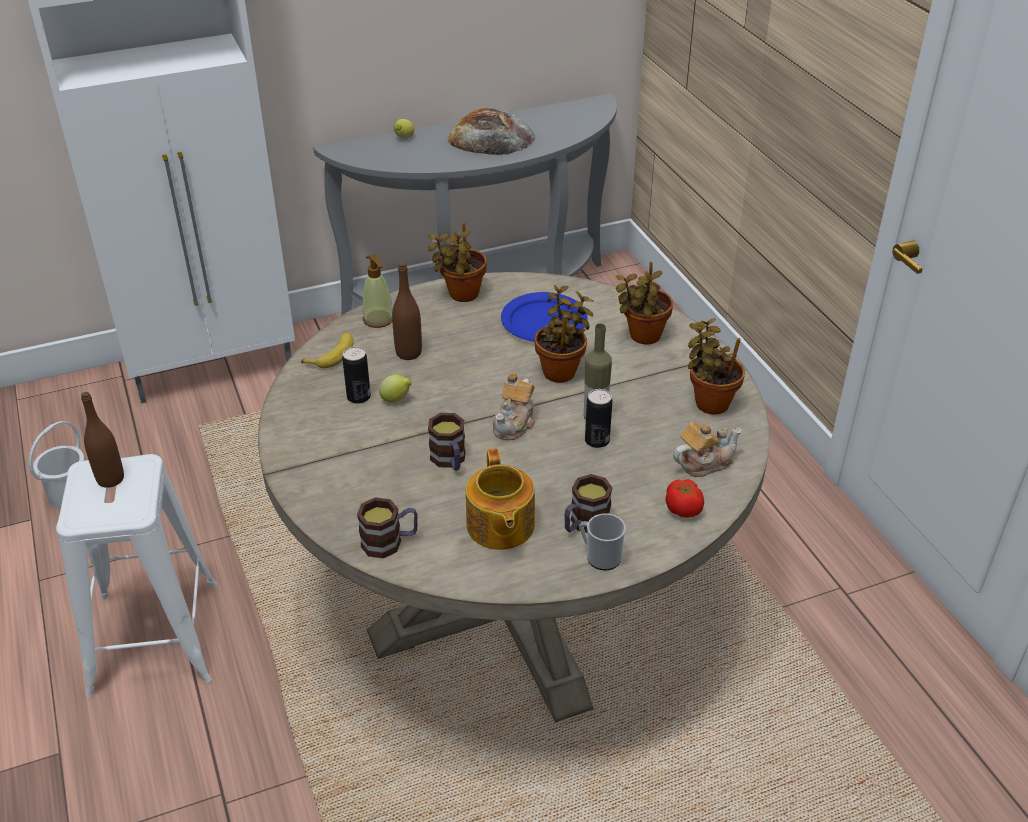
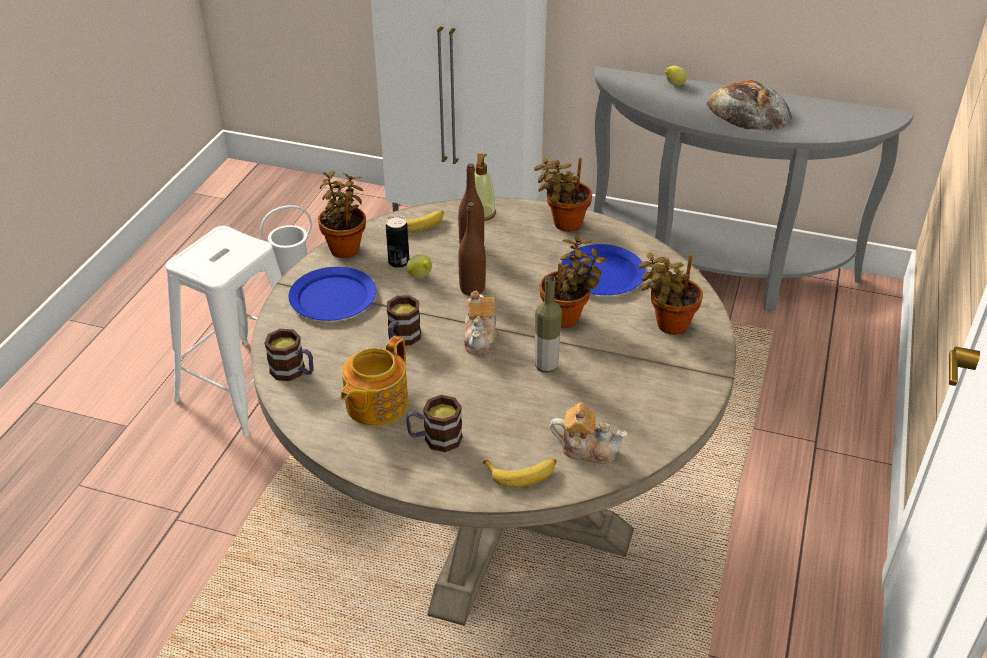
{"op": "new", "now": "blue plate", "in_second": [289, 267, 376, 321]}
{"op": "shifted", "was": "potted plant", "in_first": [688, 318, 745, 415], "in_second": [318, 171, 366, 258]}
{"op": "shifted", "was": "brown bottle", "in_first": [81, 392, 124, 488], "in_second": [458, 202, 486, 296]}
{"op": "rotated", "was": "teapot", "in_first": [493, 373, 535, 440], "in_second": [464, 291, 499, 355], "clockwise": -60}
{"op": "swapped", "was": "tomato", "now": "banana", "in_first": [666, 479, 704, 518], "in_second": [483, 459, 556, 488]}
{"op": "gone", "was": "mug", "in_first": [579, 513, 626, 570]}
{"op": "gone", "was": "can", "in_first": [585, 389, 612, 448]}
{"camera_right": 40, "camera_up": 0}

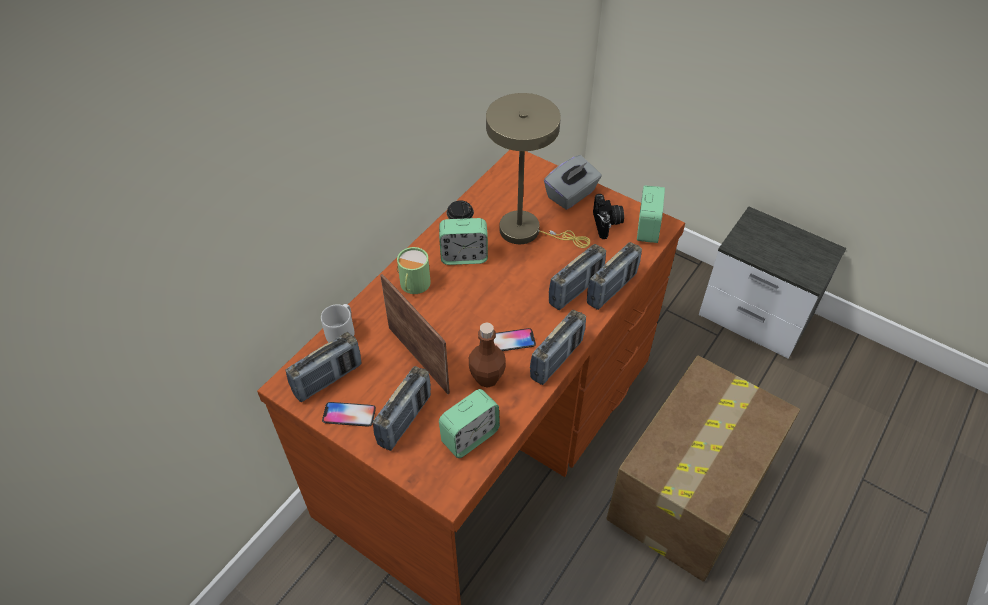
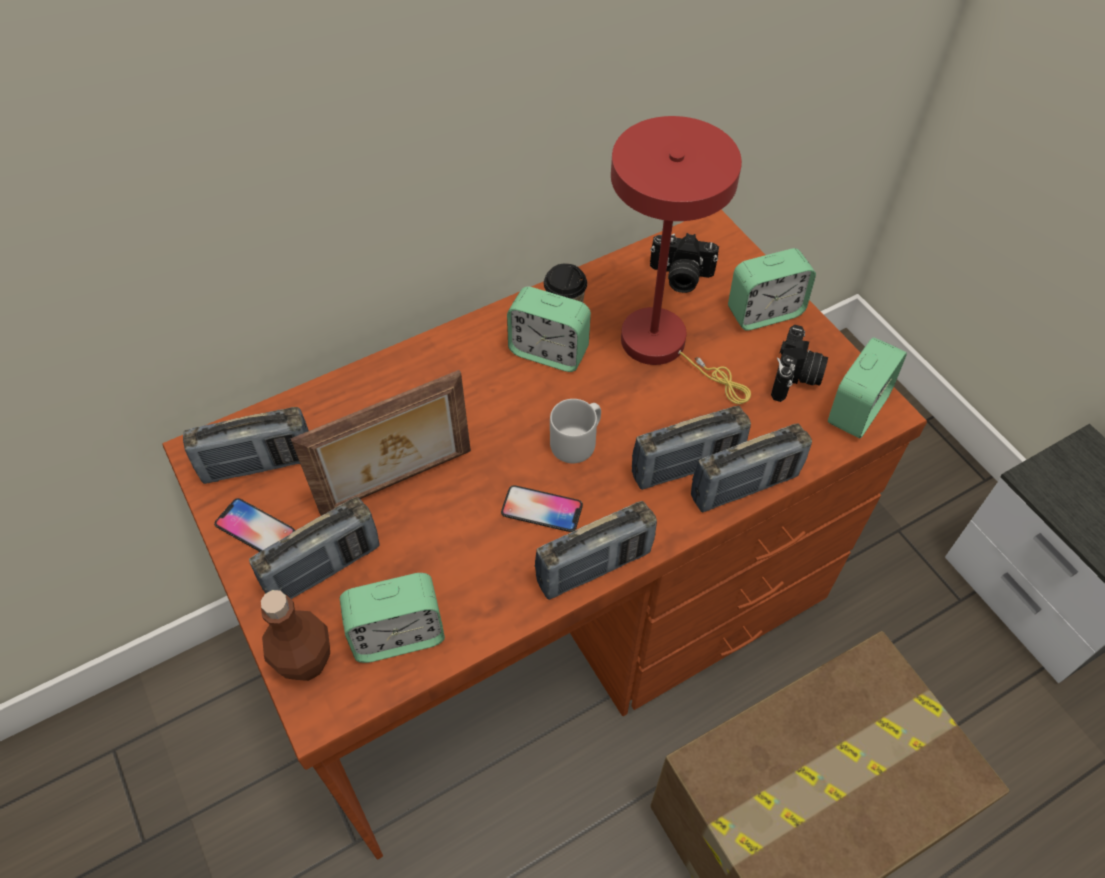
{"op": "shifted", "was": "brown bottle", "in_first": [469, 322, 506, 388], "in_second": [261, 590, 330, 681]}
{"op": "rotated", "was": "picture frame", "in_first": [380, 274, 450, 394], "in_second": [291, 370, 471, 516], "clockwise": 75}
{"op": "shifted", "was": "grey mug", "in_first": [321, 304, 354, 342], "in_second": [550, 399, 601, 463]}
{"op": "repainted", "was": "beige table lamp", "now": "red table lamp", "in_first": [486, 93, 590, 248], "in_second": [611, 116, 751, 404]}
{"op": "new", "now": "photo camera", "in_second": [650, 233, 719, 293]}
{"op": "swapped", "was": "grey tissue box", "now": "alarm clock", "in_first": [544, 155, 602, 210], "in_second": [728, 248, 816, 331]}
{"op": "gone", "was": "green mug", "in_first": [397, 247, 431, 294]}
{"camera_right": 25, "camera_up": 5}

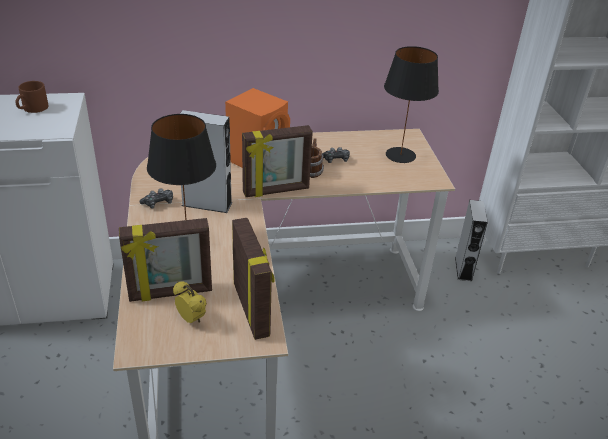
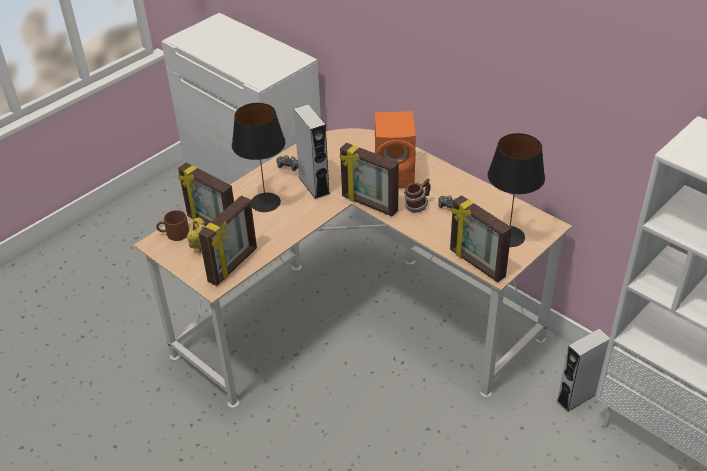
{"op": "shifted", "was": "brown mug", "in_first": [16, 81, 49, 113], "in_second": [156, 210, 189, 241]}
{"op": "new", "now": "picture frame", "in_second": [450, 195, 512, 282]}
{"camera_right": 55, "camera_up": 5}

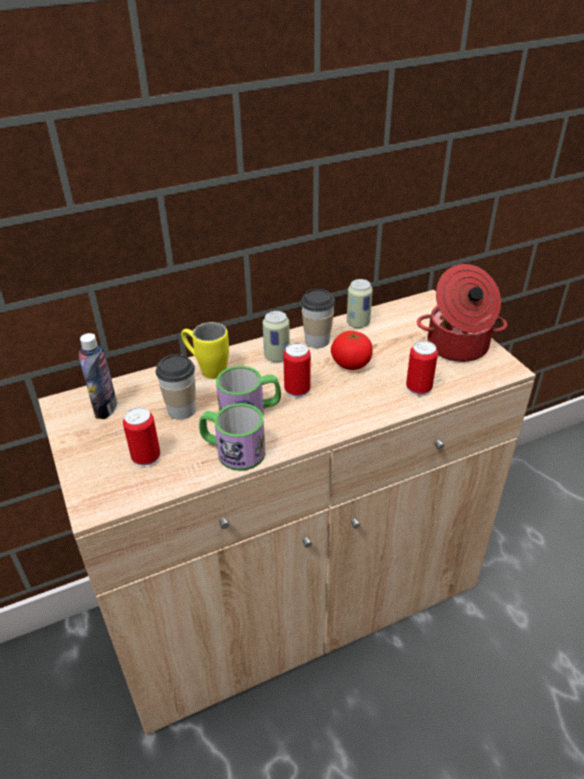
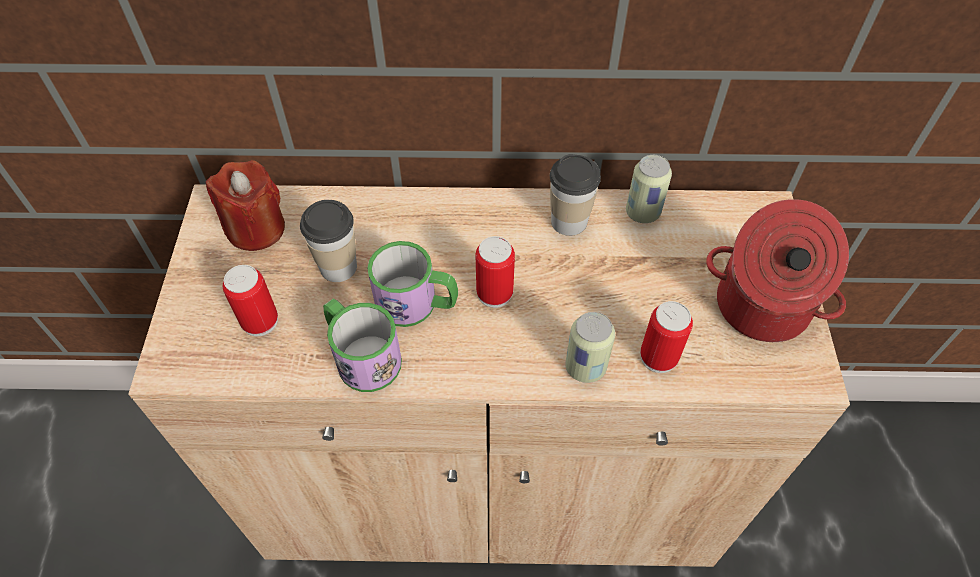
{"op": "swapped", "was": "bottle", "now": "red candle", "in_first": [79, 333, 117, 419], "in_second": [206, 160, 285, 251]}
{"op": "shifted", "was": "can", "in_first": [263, 311, 290, 362], "in_second": [565, 312, 615, 383]}
{"op": "gone", "was": "yellow mug", "in_first": [181, 322, 229, 379]}
{"op": "gone", "was": "tomato", "in_first": [331, 331, 373, 370]}
{"camera_right": 25, "camera_up": 15}

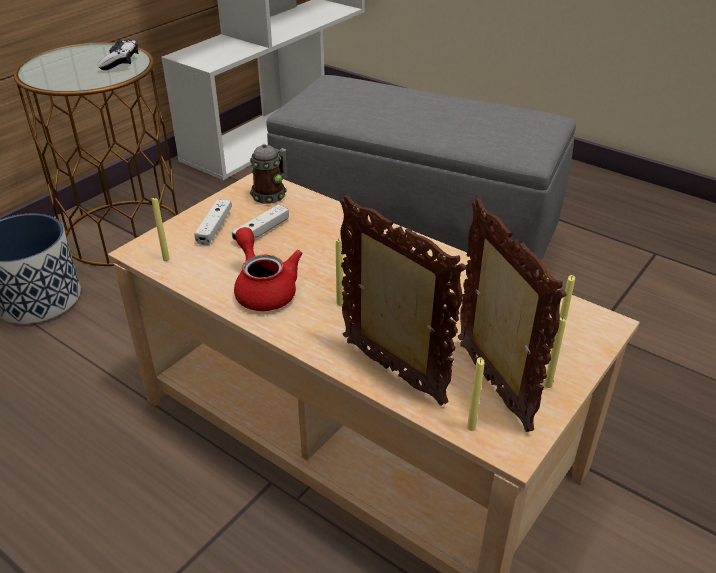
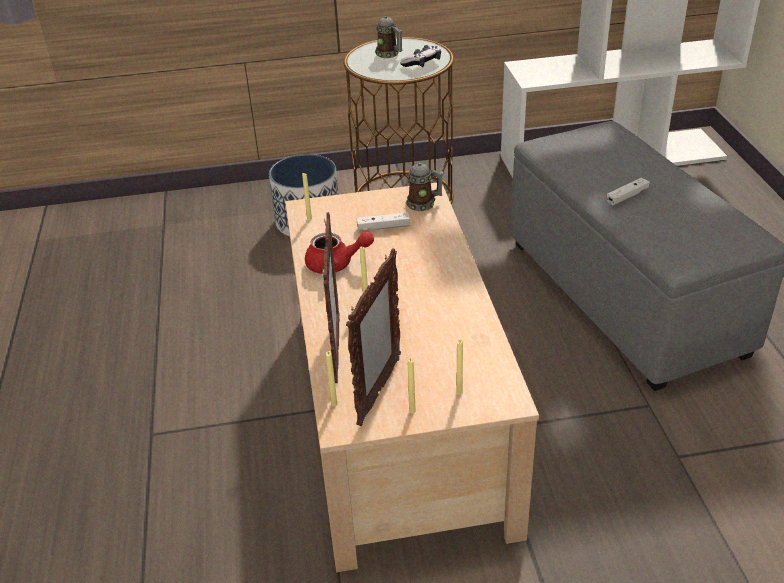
{"op": "rotated", "was": "red teapot", "in_first": [234, 227, 302, 311], "in_second": [305, 232, 374, 274], "clockwise": 75}
{"op": "new", "now": "mug", "in_second": [375, 16, 402, 58]}
{"op": "shifted", "was": "white game controller", "in_first": [194, 199, 232, 245], "in_second": [606, 177, 650, 206]}
{"camera_right": 45, "camera_up": 0}

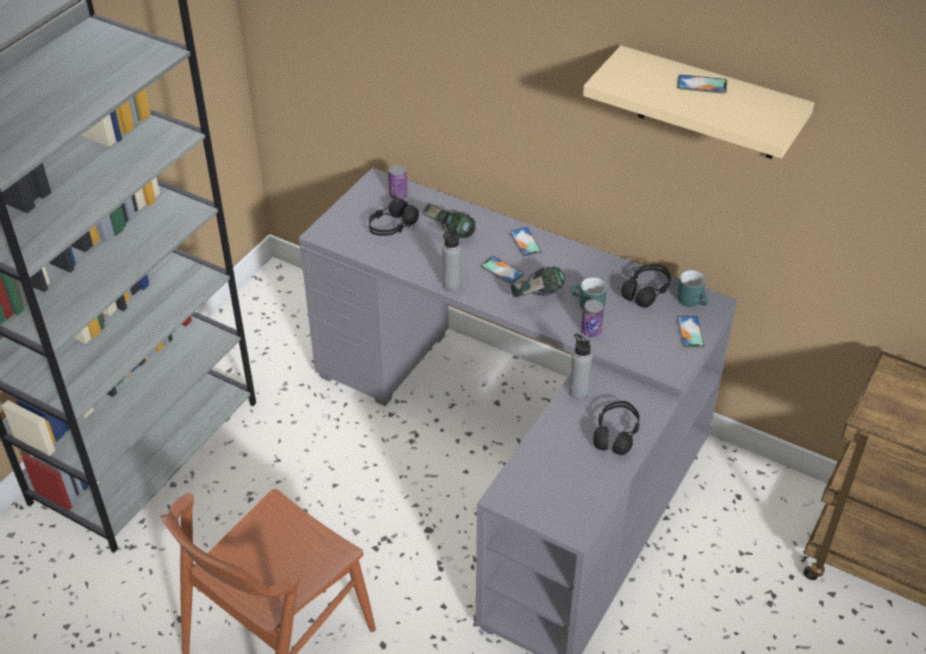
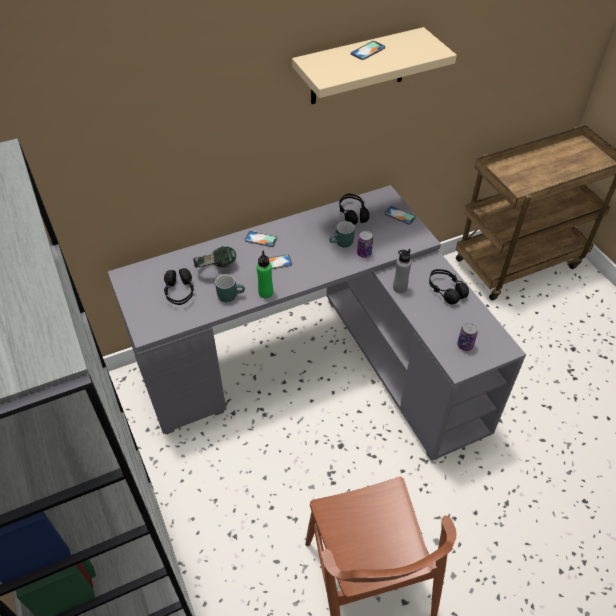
{"op": "shifted", "was": "turquoise mug", "in_first": [677, 270, 709, 307], "in_second": [215, 274, 245, 302]}
{"op": "repainted", "was": "grey bottle", "now": "green bottle", "in_first": [442, 228, 462, 292], "in_second": [256, 251, 273, 298]}
{"op": "shifted", "was": "can", "in_first": [388, 165, 408, 199], "in_second": [457, 323, 478, 351]}
{"op": "gone", "was": "headphones", "in_first": [511, 266, 565, 297]}
{"camera_right": -55, "camera_up": 5}

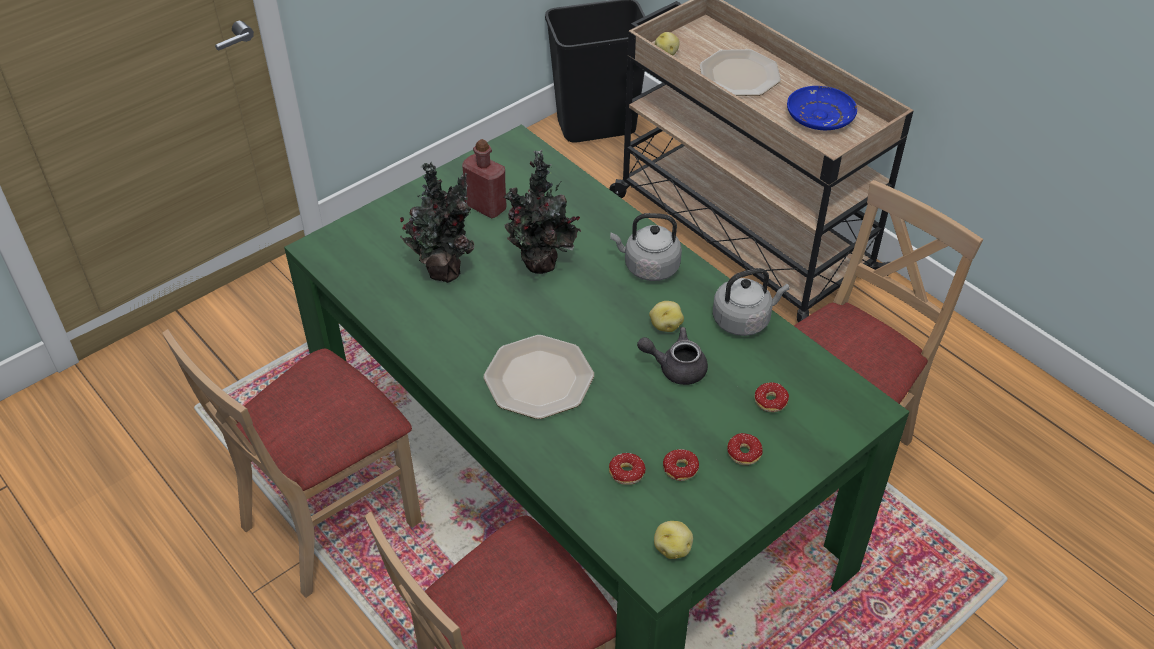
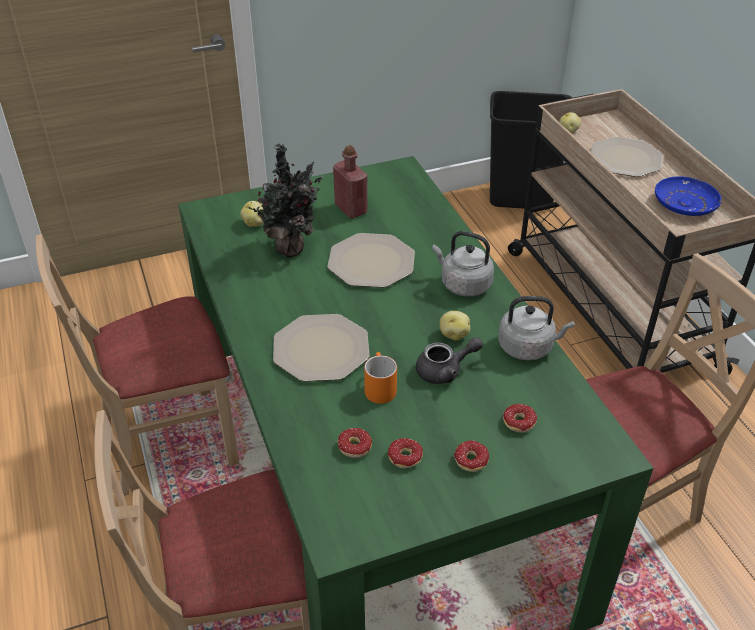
{"op": "shifted", "was": "potato", "in_first": [654, 521, 693, 559], "in_second": [240, 201, 264, 227]}
{"op": "swapped", "was": "potted plant", "now": "plate", "in_first": [504, 150, 581, 274], "in_second": [327, 233, 415, 288]}
{"op": "new", "now": "orange mug", "in_second": [364, 352, 397, 404]}
{"op": "rotated", "was": "grey teapot", "in_first": [637, 327, 708, 385], "in_second": [416, 337, 483, 384], "clockwise": 135}
{"camera_right": 20, "camera_up": -5}

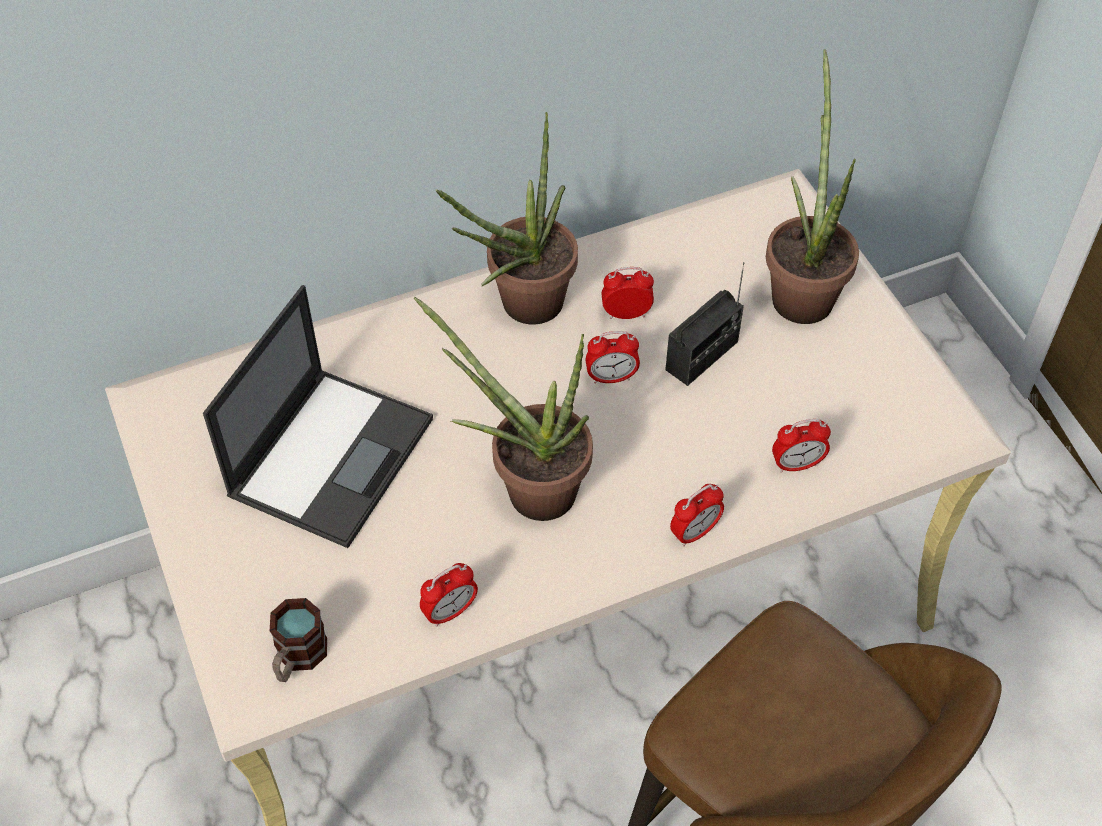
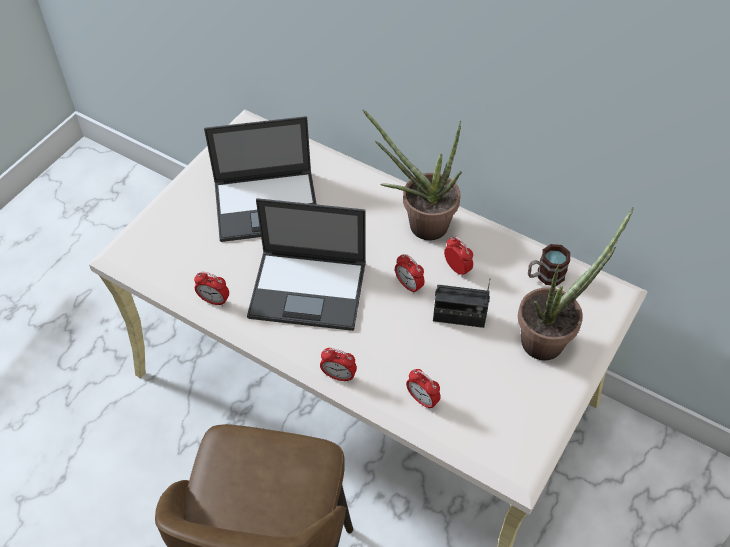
{"op": "swapped", "was": "potted plant", "now": "laptop", "in_first": [414, 297, 593, 521], "in_second": [247, 198, 366, 331]}
{"op": "shifted", "was": "mug", "in_first": [270, 598, 327, 682], "in_second": [528, 244, 570, 286]}
{"camera_right": 55, "camera_up": 0}

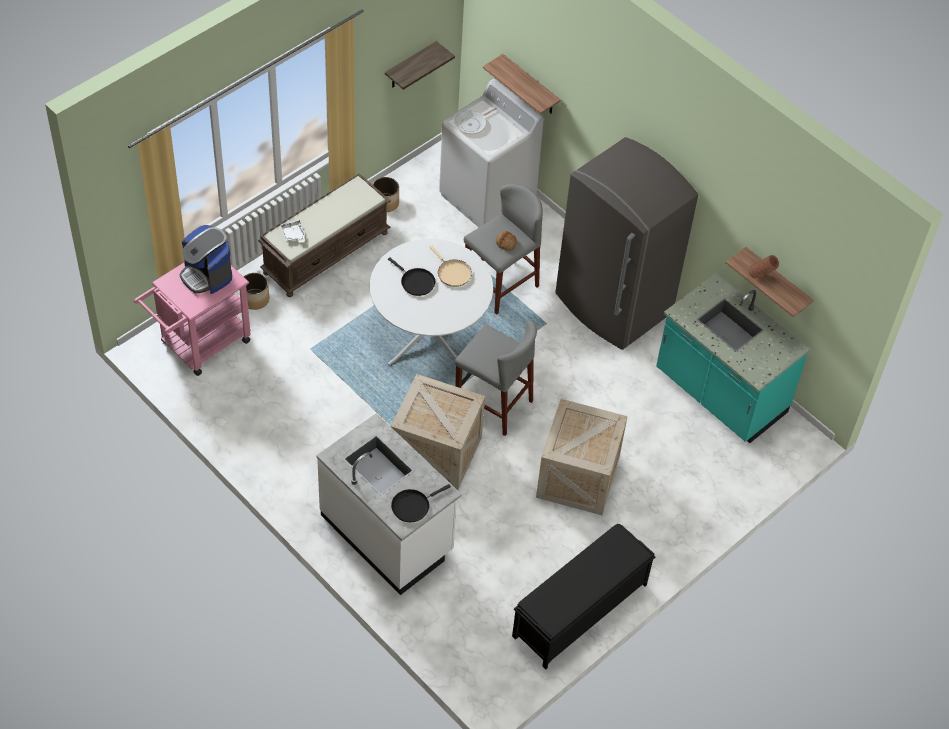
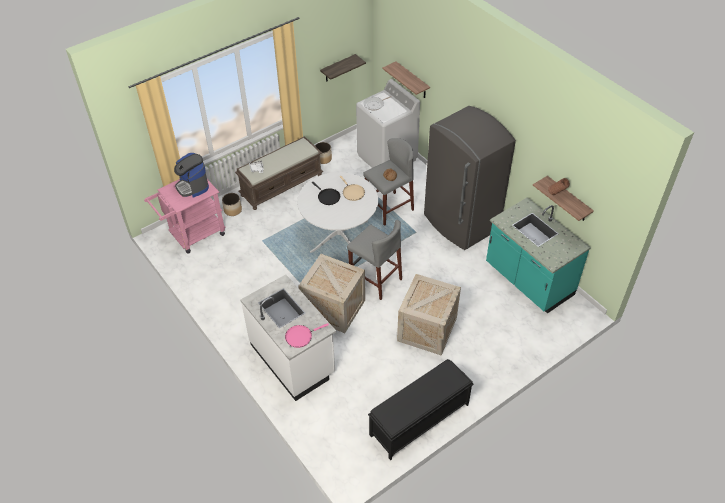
{"op": "repainted", "was": "black frying pan", "now": "pink frying pan", "in_first": [391, 484, 451, 522], "in_second": [285, 323, 329, 348]}
{"camera_right": 10, "camera_up": -5}

